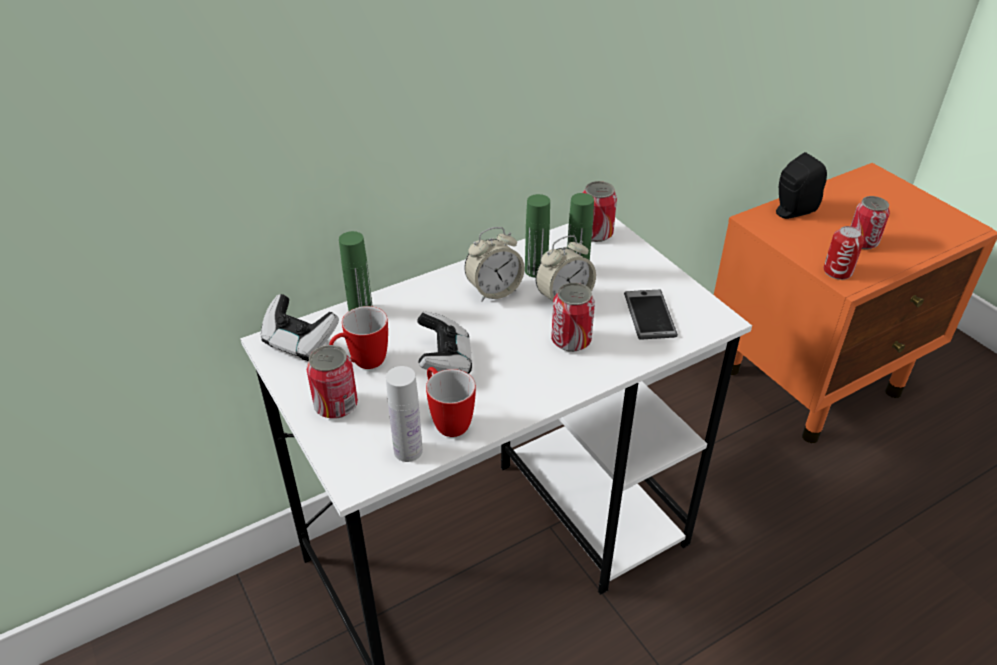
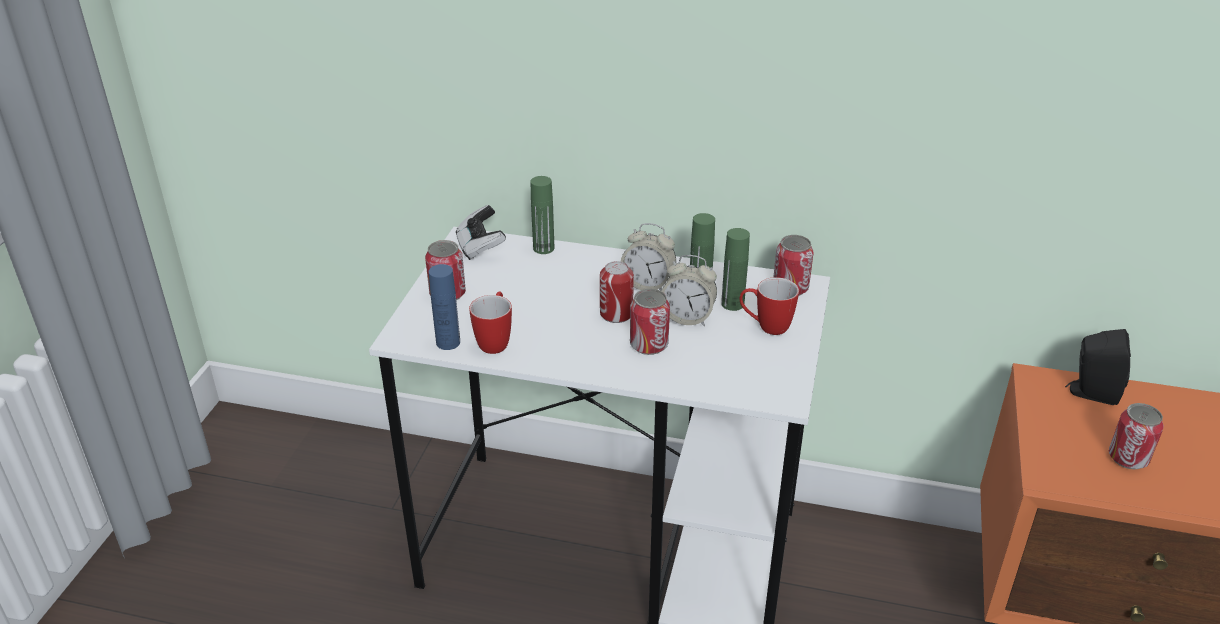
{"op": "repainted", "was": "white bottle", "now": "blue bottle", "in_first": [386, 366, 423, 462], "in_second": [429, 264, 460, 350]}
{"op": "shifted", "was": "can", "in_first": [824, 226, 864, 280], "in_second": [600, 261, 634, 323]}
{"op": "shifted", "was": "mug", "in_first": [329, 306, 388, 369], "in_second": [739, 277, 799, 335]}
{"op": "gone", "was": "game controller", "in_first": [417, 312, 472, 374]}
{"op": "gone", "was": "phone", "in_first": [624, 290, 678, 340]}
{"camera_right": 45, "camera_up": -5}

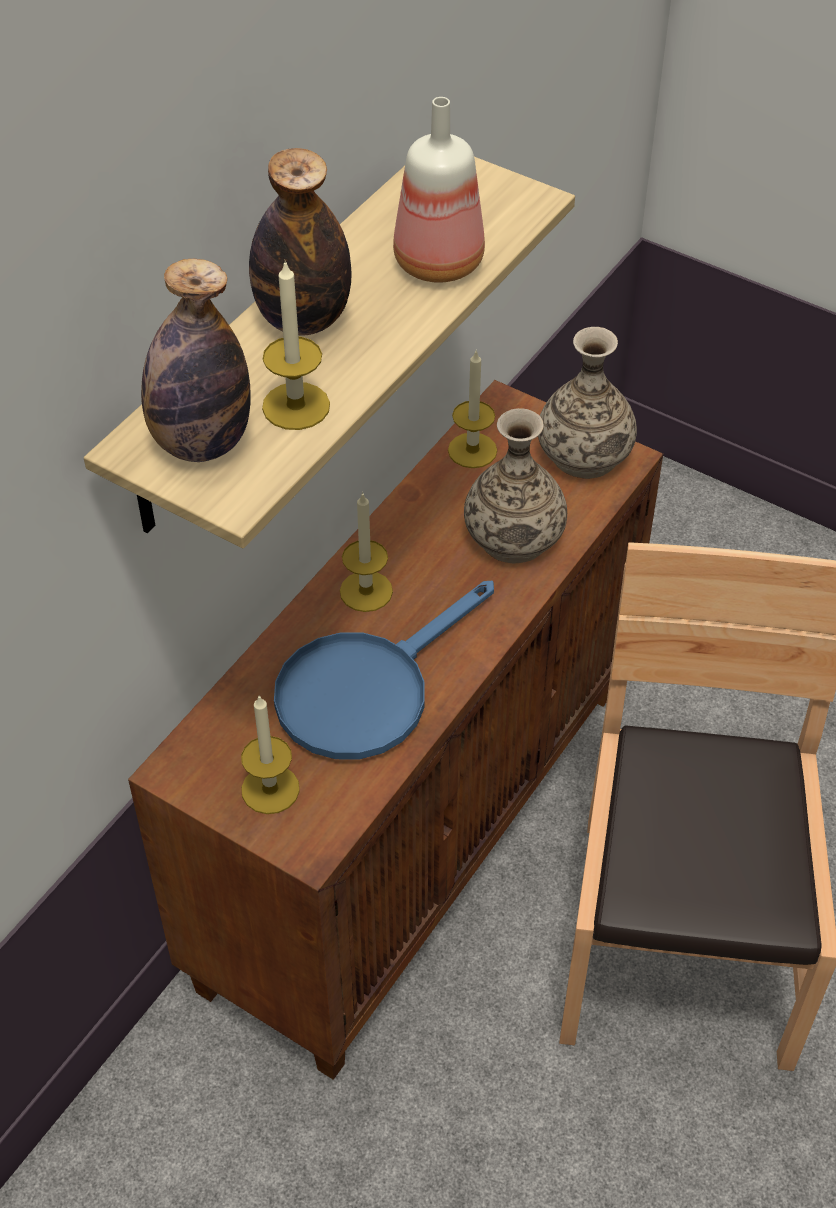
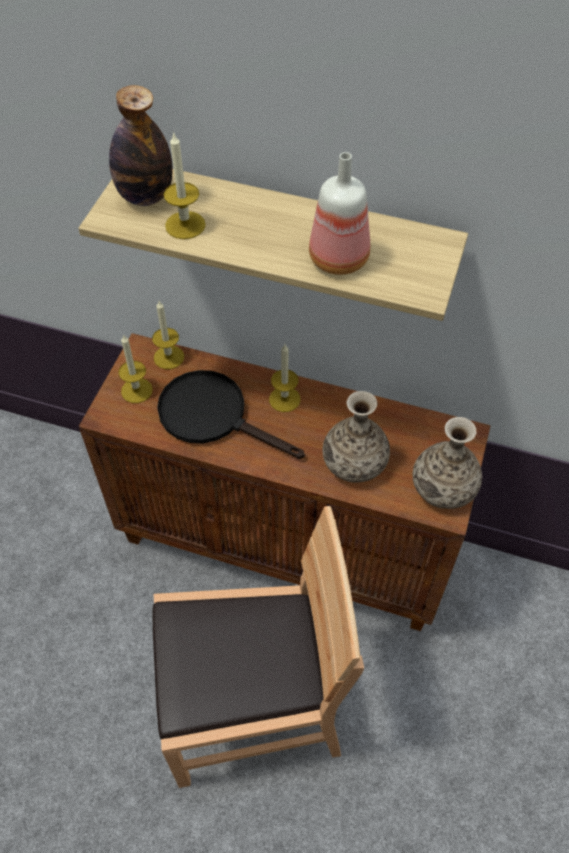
{"op": "shifted", "was": "candle", "in_first": [448, 351, 497, 468], "in_second": [152, 301, 184, 369]}
{"op": "repainted", "was": "blue frying pan", "now": "black frying pan", "in_first": [274, 581, 494, 759], "in_second": [157, 370, 305, 459]}
{"op": "gone", "was": "bottle", "in_first": [249, 148, 351, 336]}
{"camera_right": 75, "camera_up": 5}

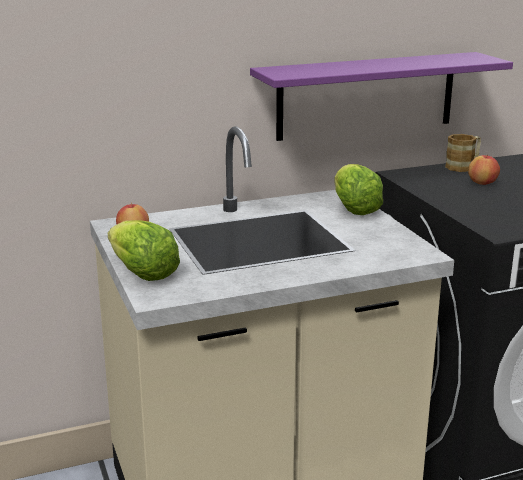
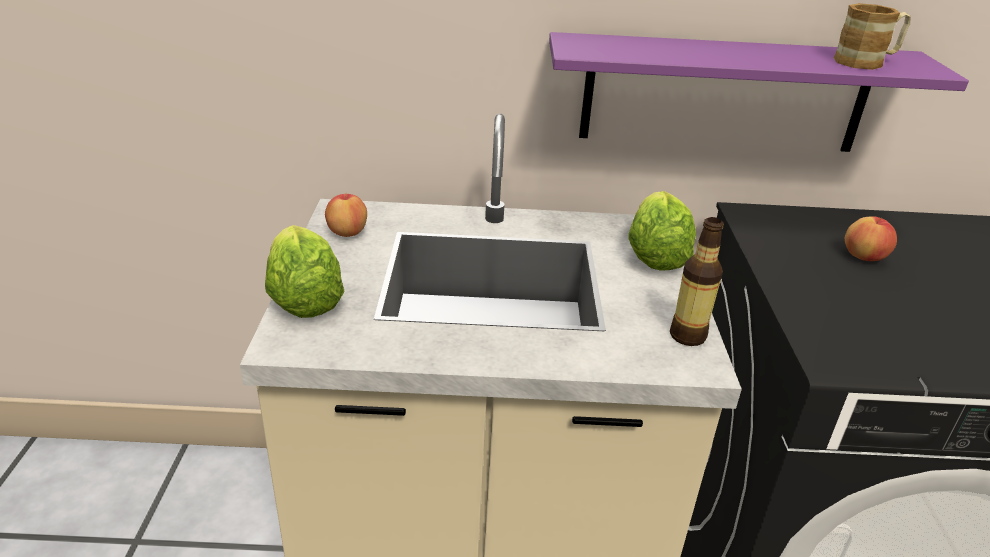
{"op": "new", "now": "bottle", "in_second": [670, 217, 724, 346]}
{"op": "shifted", "was": "mug", "in_first": [445, 134, 481, 172], "in_second": [834, 3, 911, 70]}
{"camera_right": 20, "camera_up": 10}

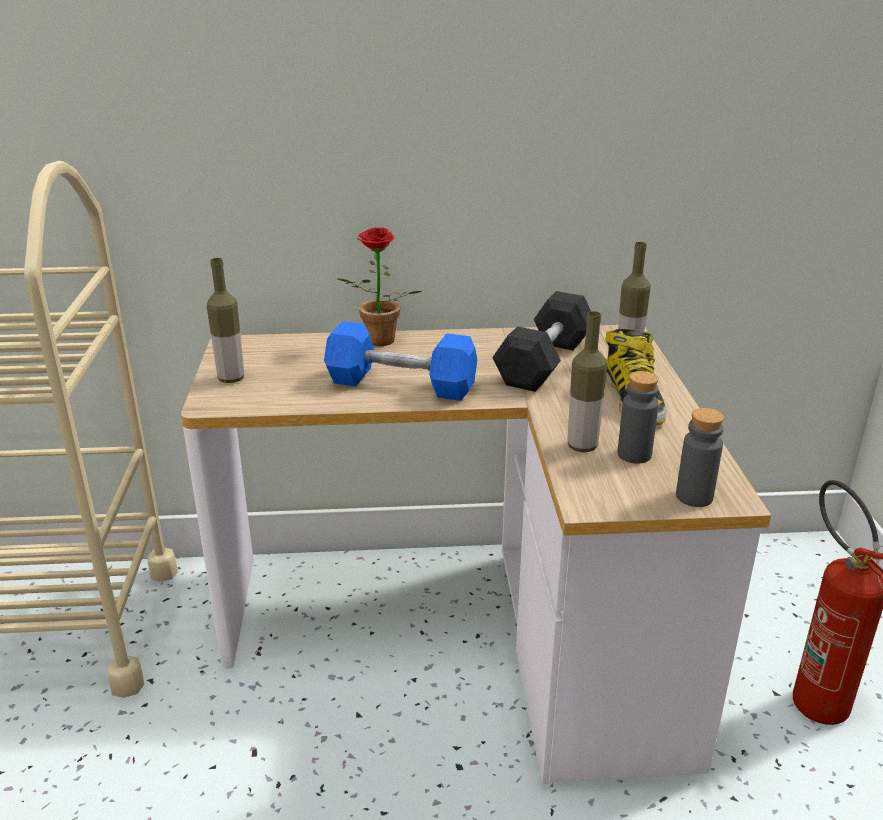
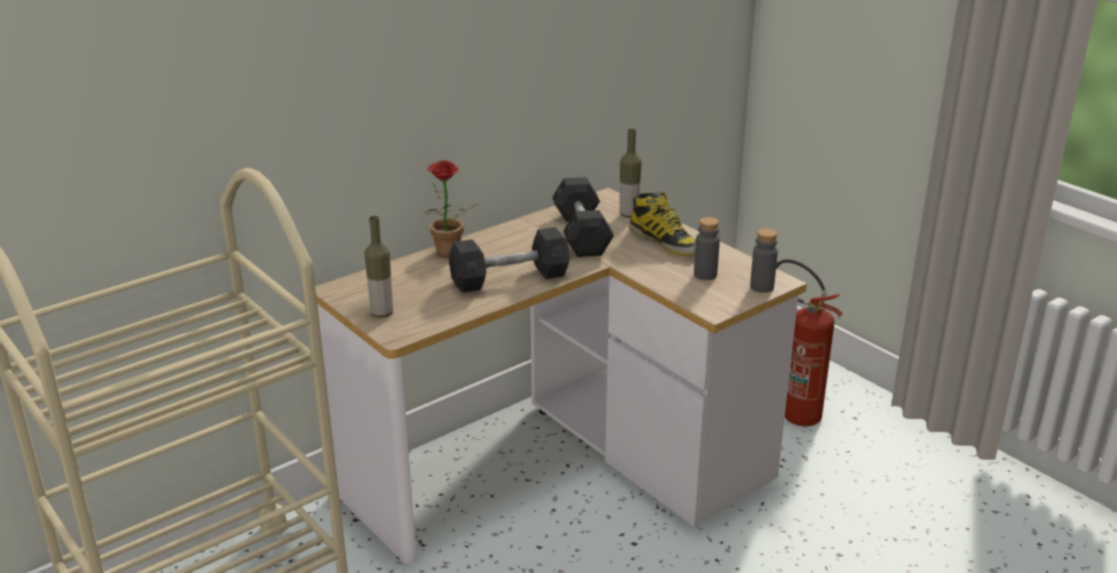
{"op": "repainted", "was": "blue dumbbell", "now": "grey dumbbell", "in_first": [324, 321, 477, 401], "in_second": [449, 227, 570, 293]}
{"op": "gone", "was": "bottle", "in_first": [567, 311, 608, 452]}
{"camera_right": -35, "camera_up": 0}

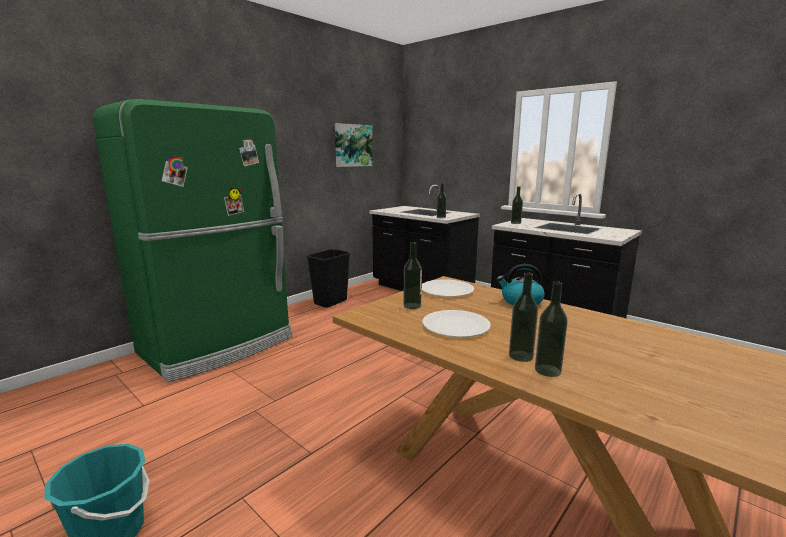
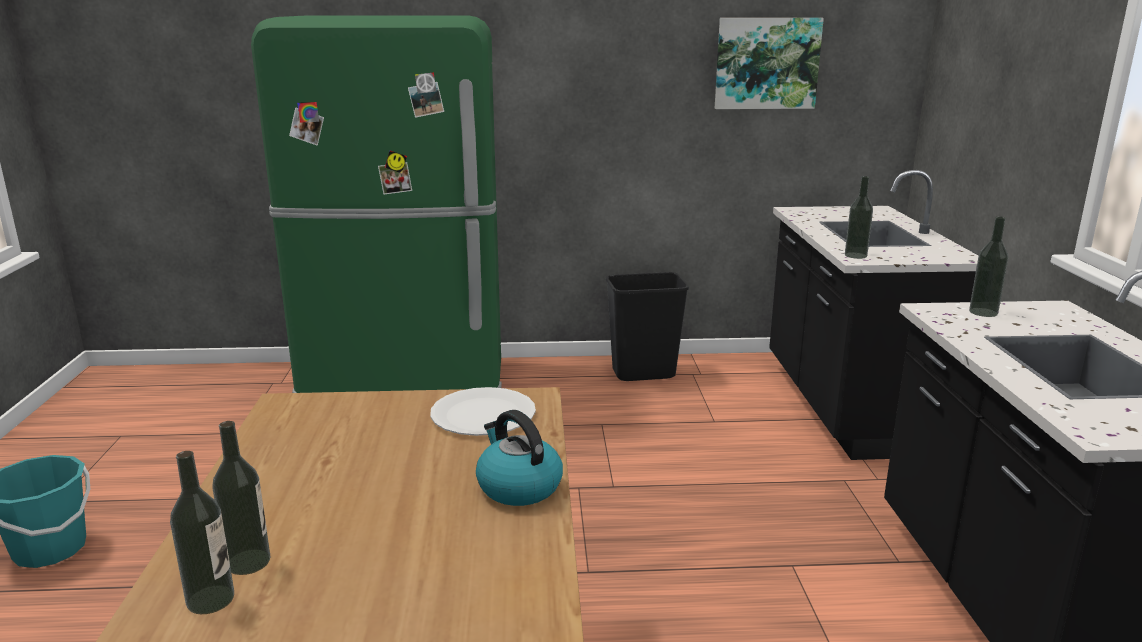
{"op": "gone", "was": "bottle", "in_first": [404, 242, 422, 309]}
{"op": "gone", "was": "white plate", "in_first": [422, 310, 491, 337]}
{"camera_right": 45, "camera_up": 5}

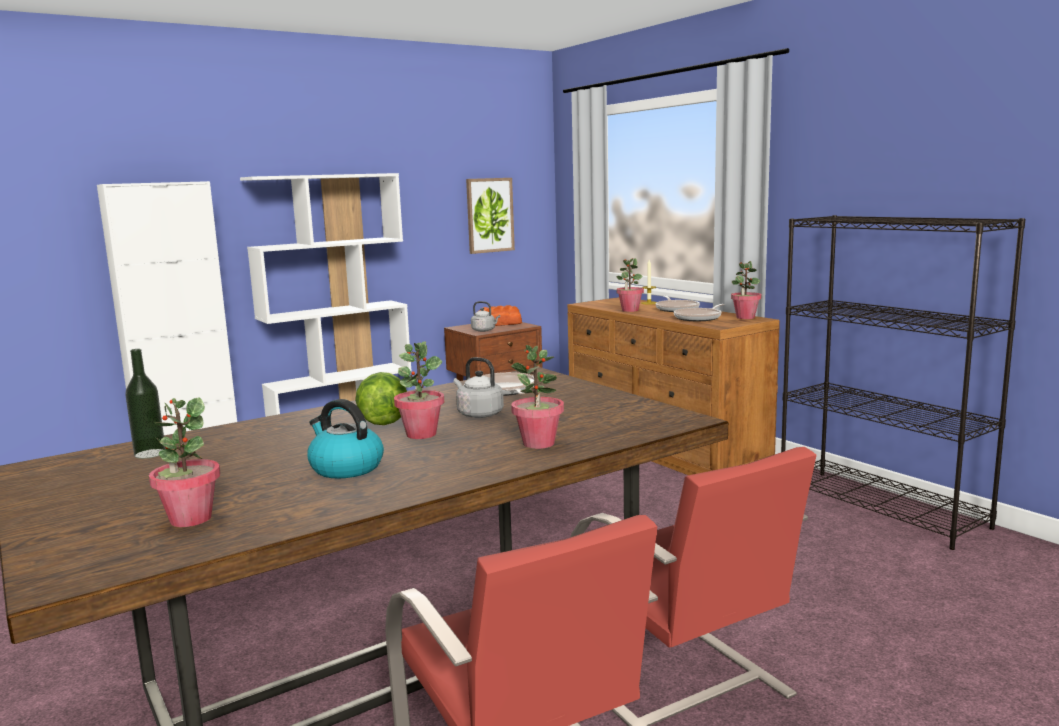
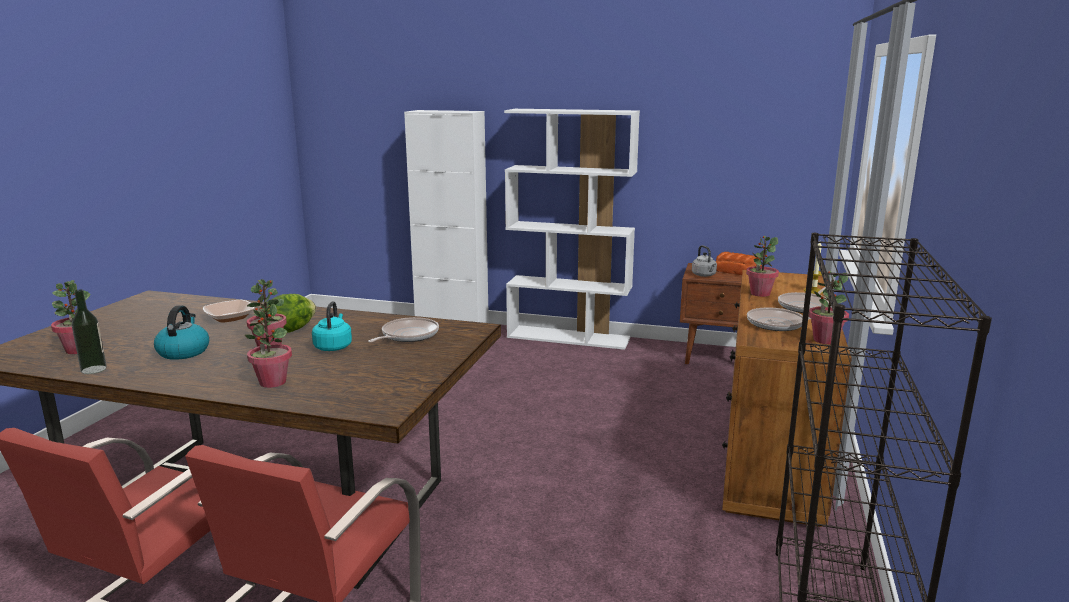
{"op": "shifted", "was": "bottle", "in_first": [125, 349, 166, 459], "in_second": [72, 289, 107, 374]}
{"op": "new", "now": "bowl", "in_second": [203, 300, 255, 323]}
{"op": "repainted", "was": "grey kettle", "now": "turquoise kettle", "in_first": [454, 357, 504, 418], "in_second": [312, 301, 352, 351]}
{"op": "gone", "was": "picture", "in_first": [466, 178, 515, 254]}
{"camera_right": 50, "camera_up": 5}

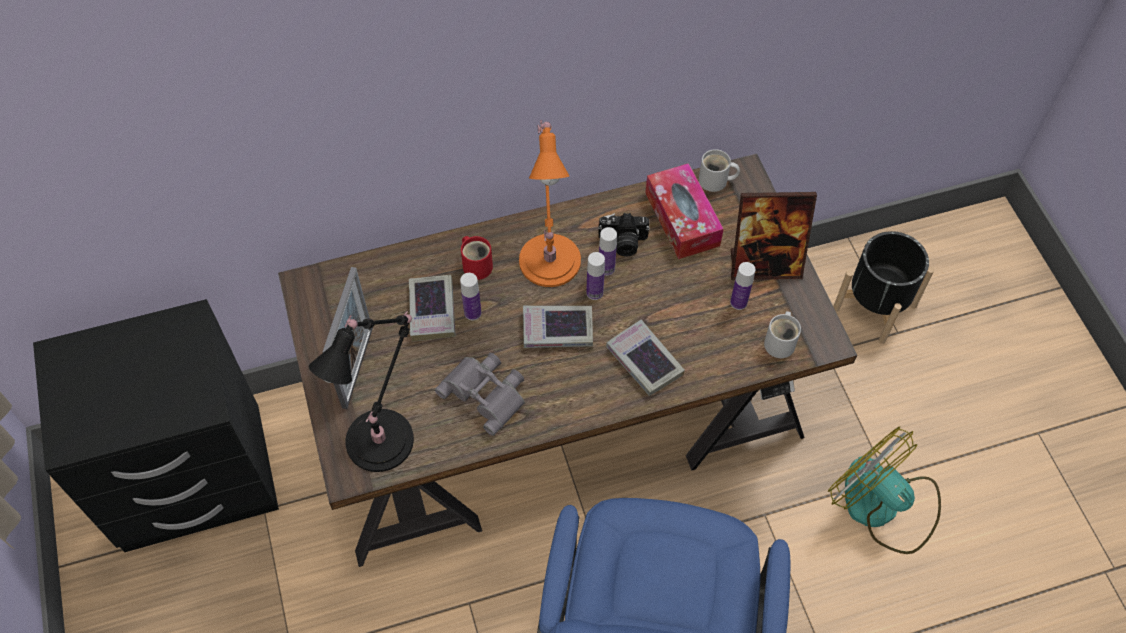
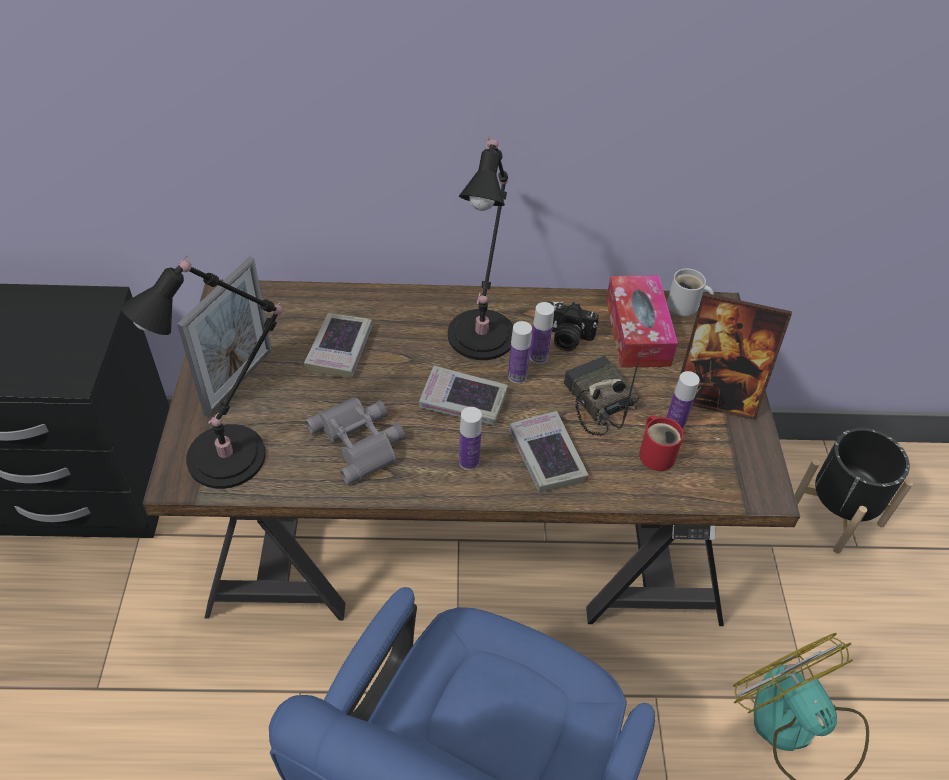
{"op": "repainted", "was": "orange table lamp", "now": "black table lamp", "in_first": [519, 120, 581, 287], "in_second": [448, 137, 513, 360]}
{"op": "shifted", "was": "bottle", "in_first": [460, 273, 481, 320], "in_second": [459, 407, 482, 470]}
{"op": "new", "now": "radio", "in_second": [564, 356, 639, 436]}
{"op": "shifted", "was": "red mug", "in_first": [461, 236, 493, 280], "in_second": [639, 415, 684, 471]}
{"op": "gone", "was": "white mug", "in_first": [764, 311, 801, 358]}
{"camera_right": 15, "camera_up": -10}

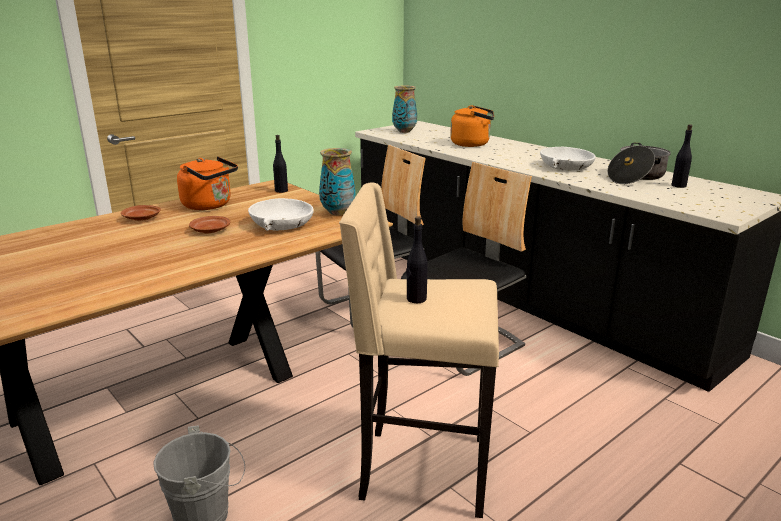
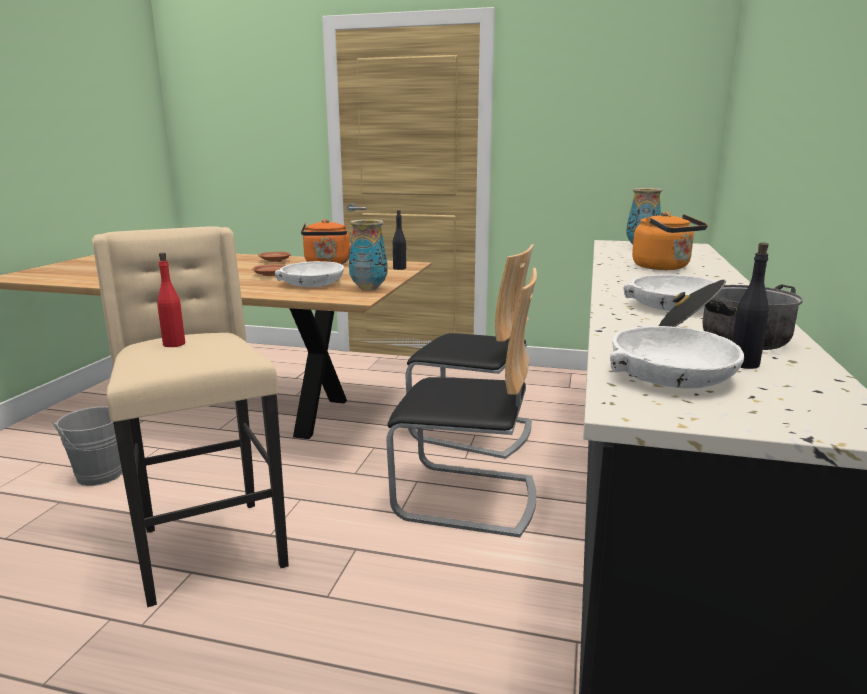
{"op": "repainted", "was": "black bottle", "now": "red bottle", "in_first": [406, 217, 428, 303], "in_second": [157, 253, 185, 347]}
{"op": "new", "now": "white bowl", "in_second": [610, 326, 744, 389]}
{"camera_right": 55, "camera_up": -5}

